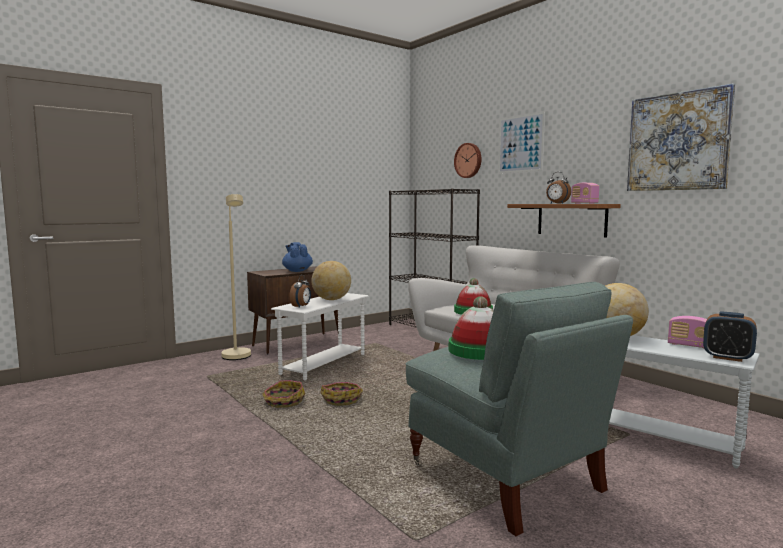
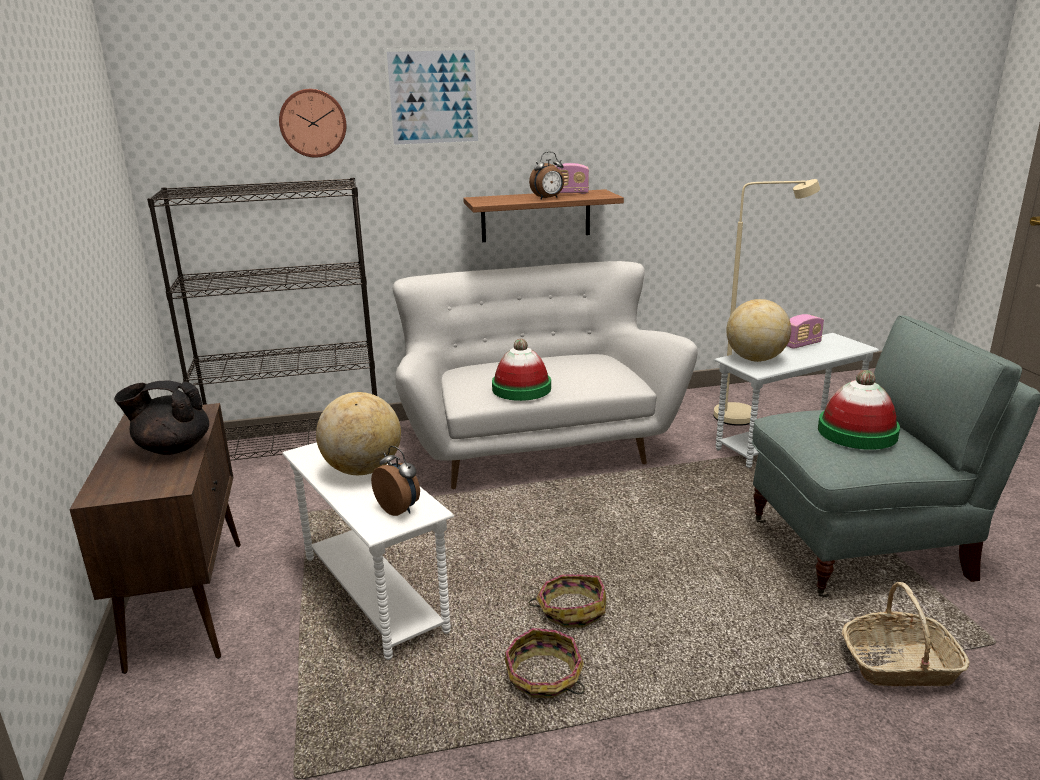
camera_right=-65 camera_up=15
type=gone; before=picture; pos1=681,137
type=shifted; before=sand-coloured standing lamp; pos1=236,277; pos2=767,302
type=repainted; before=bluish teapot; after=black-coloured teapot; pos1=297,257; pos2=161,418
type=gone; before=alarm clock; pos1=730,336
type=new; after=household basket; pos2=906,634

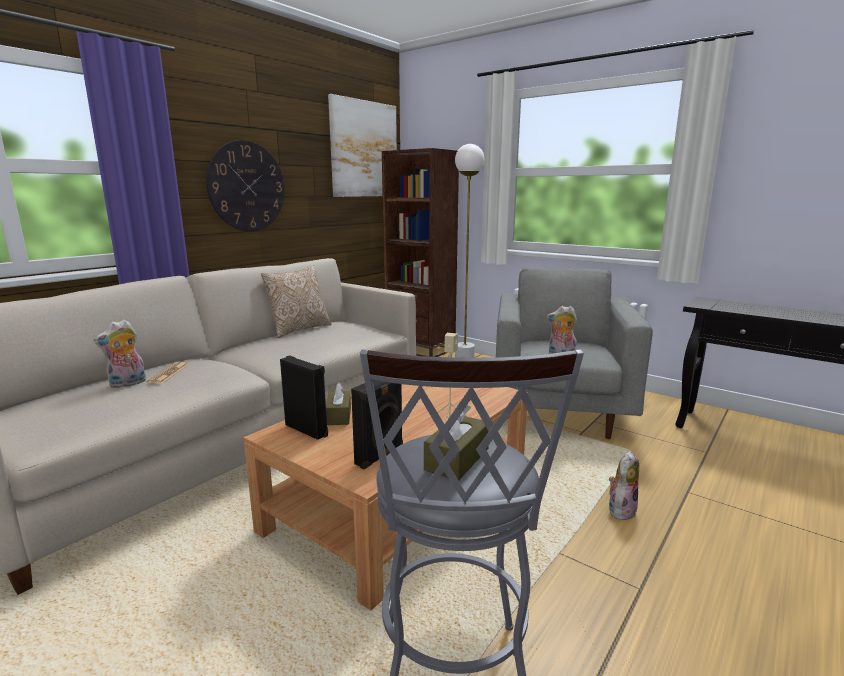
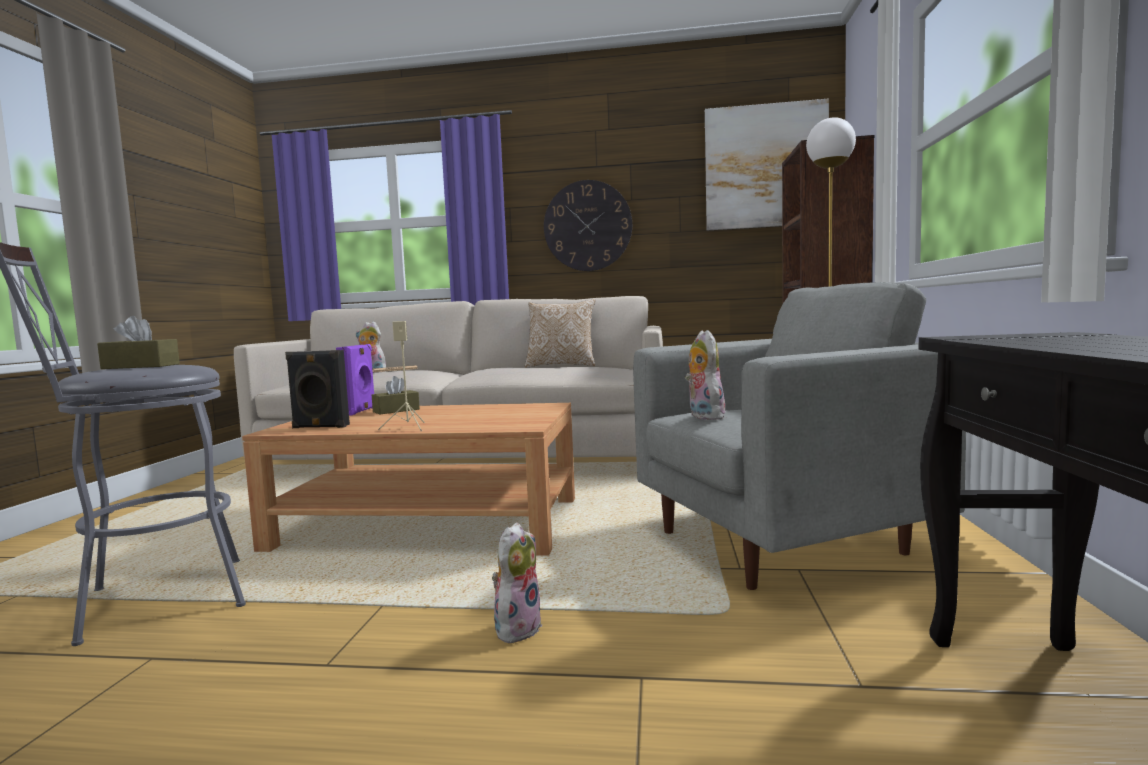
camera_right=60 camera_up=-10
type=repainted; before=black-coloured audio speaker; after=purplish audio speaker; pos1=304,397; pos2=355,379
type=rotated; before=cuddly toy; pos1=624,485; pos2=517,582; turn=-75

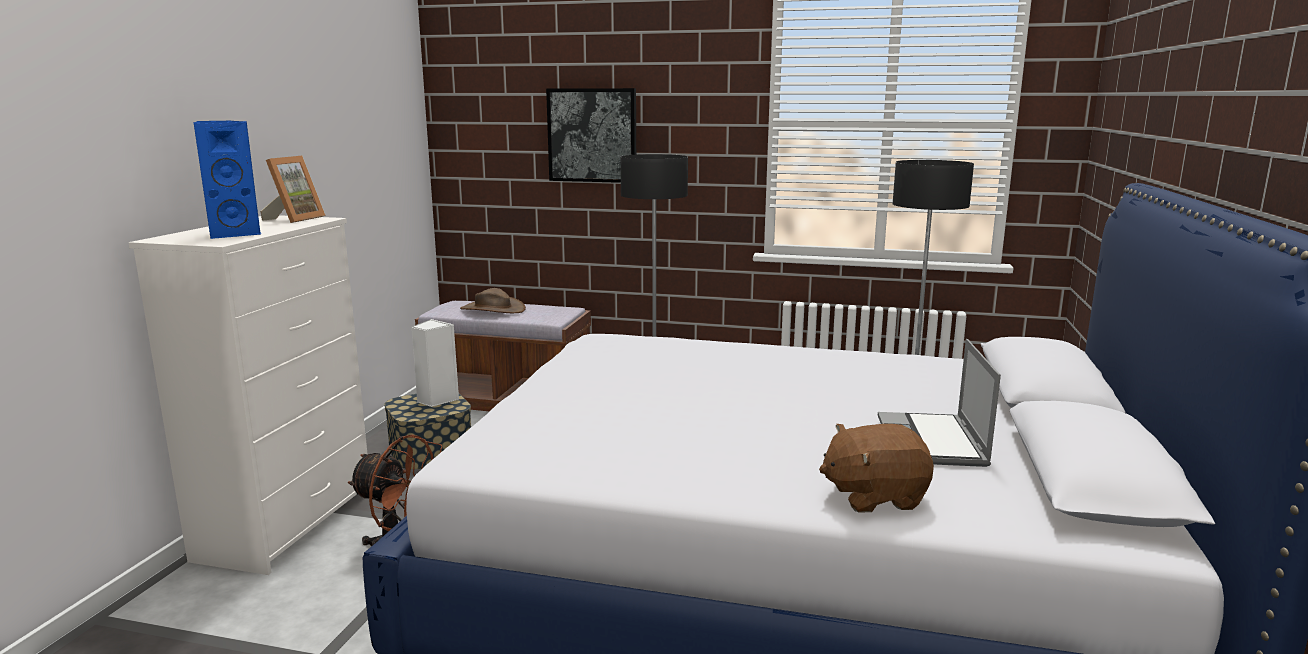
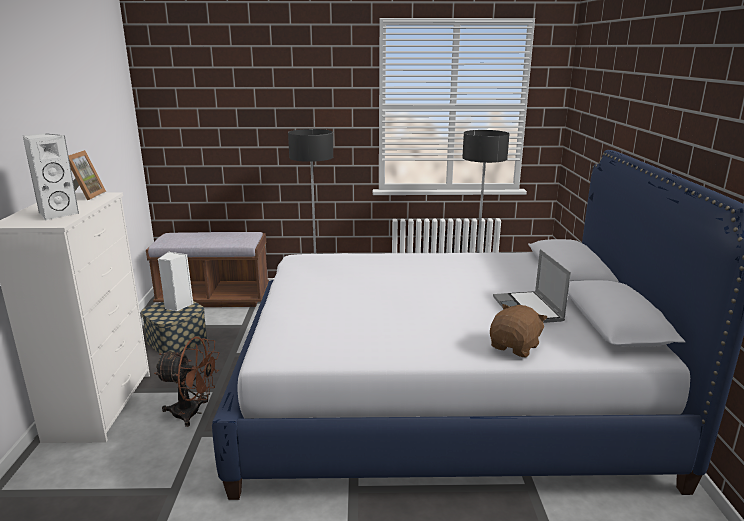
camera_right=-15 camera_up=5
type=gone; before=picture; pos1=591,135
type=repainted; before=bluish audio speaker; after=white audio speaker; pos1=227,180; pos2=51,176
type=gone; before=brown-coloured wearable hat; pos1=493,300
type=rotated; before=brown-coloured cuddly toy; pos1=876,468; pos2=518,331; turn=150

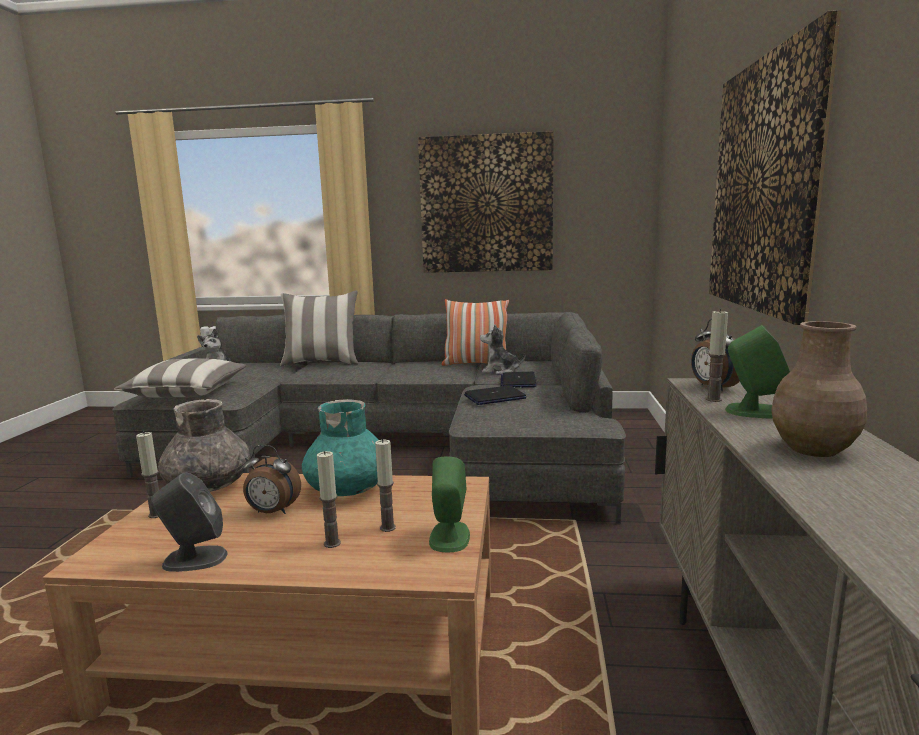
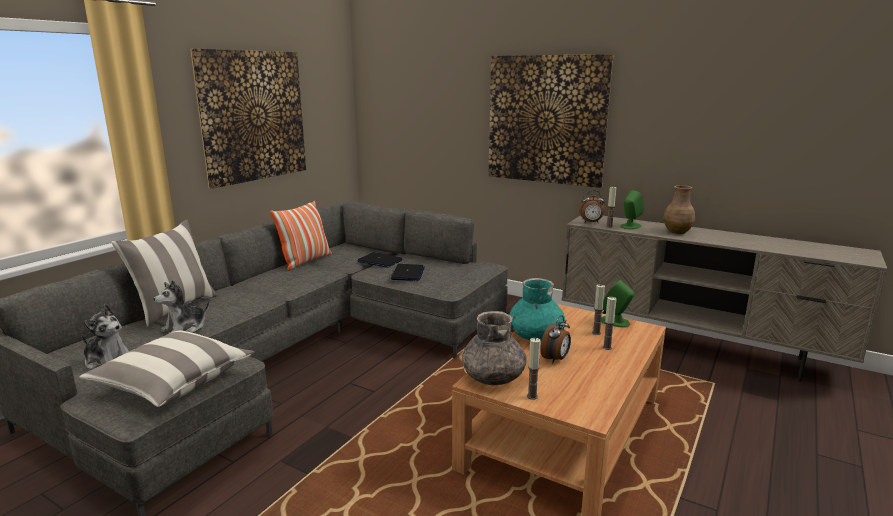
camera_right=-65 camera_up=5
type=shifted; before=cuddly toy; pos1=503,349; pos2=181,306
type=gone; before=greyish audio speaker; pos1=189,522

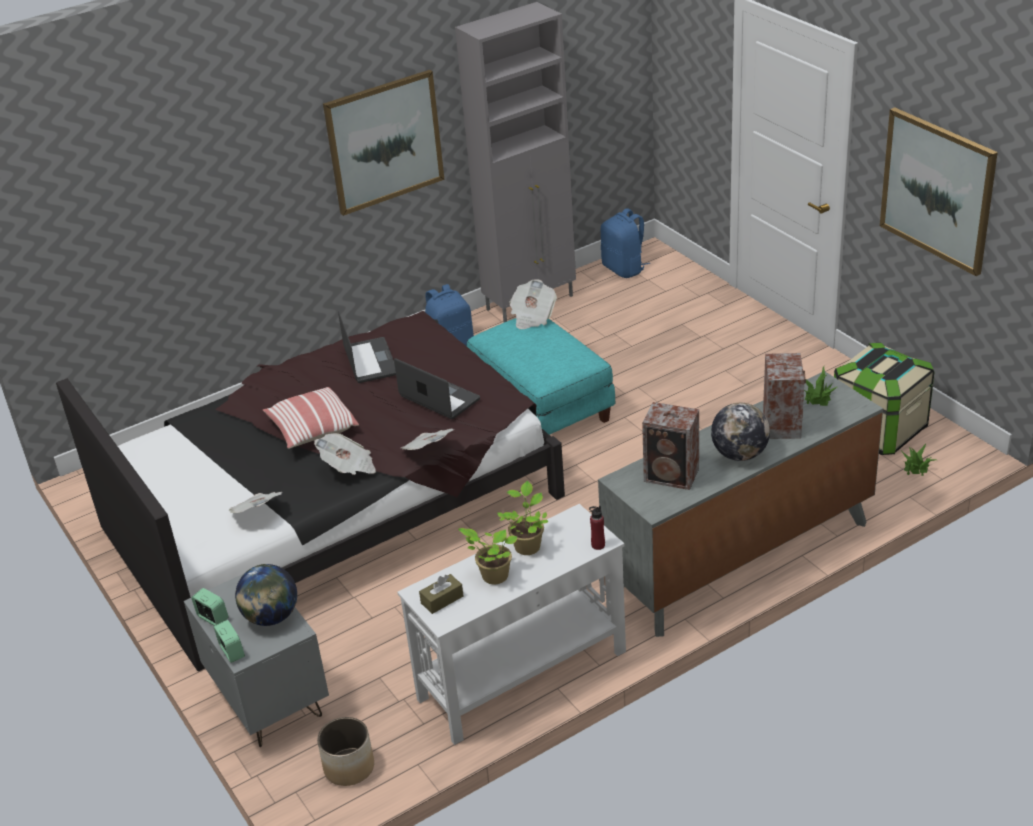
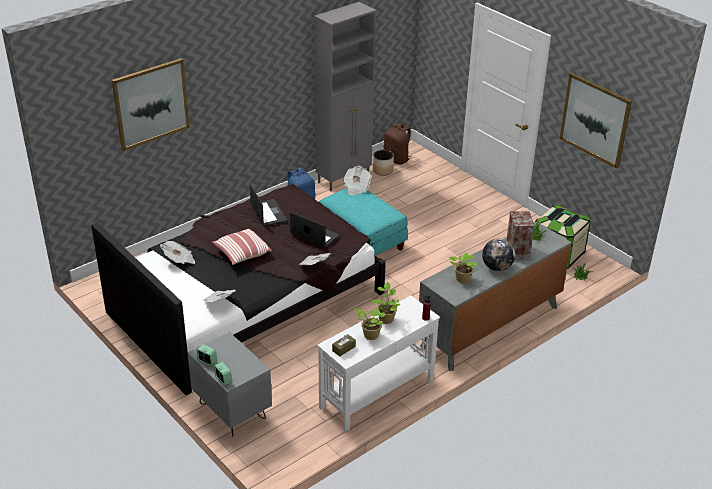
camera_right=-10 camera_up=0
type=shifted; before=picture; pos1=384,143; pos2=151,104
type=repainted; before=bluish backpack; after=brown-coloured backpack; pos1=625,243; pos2=397,144
type=swapped; before=audio speaker; after=potted plant; pos1=670,446; pos2=463,268
type=shifted; before=newspaper; pos1=345,454; pos2=177,252
type=gone; before=world globe; pos1=266,595
type=shifted; before=plant pot; pos1=345,751; pos2=383,163

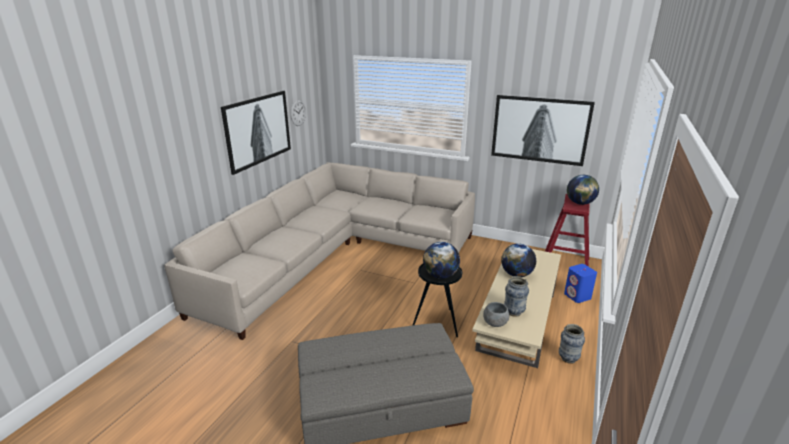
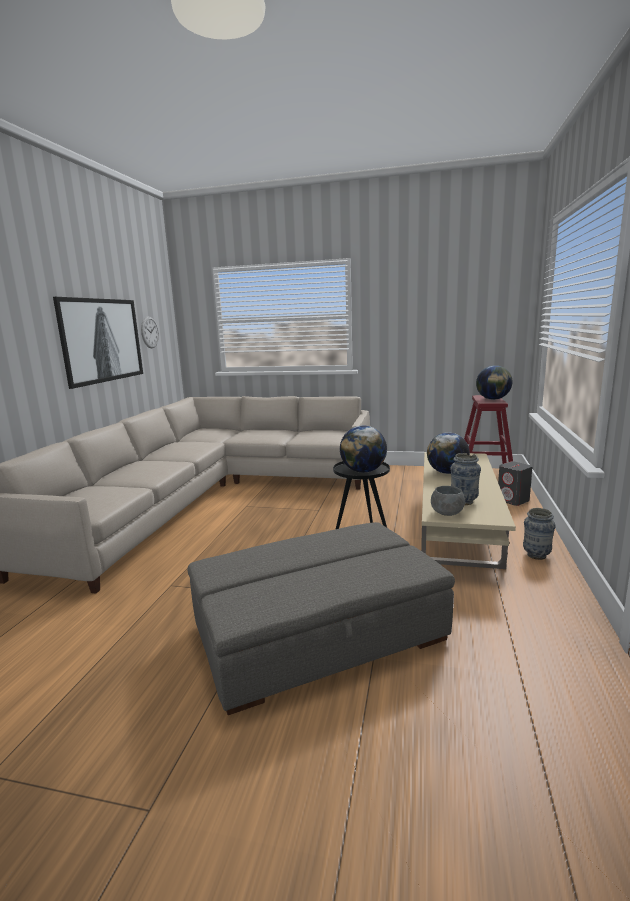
camera_right=-10 camera_up=-10
type=gone; before=picture; pos1=543,130
type=repainted; before=bluish audio speaker; after=greyish audio speaker; pos1=580,283; pos2=515,483

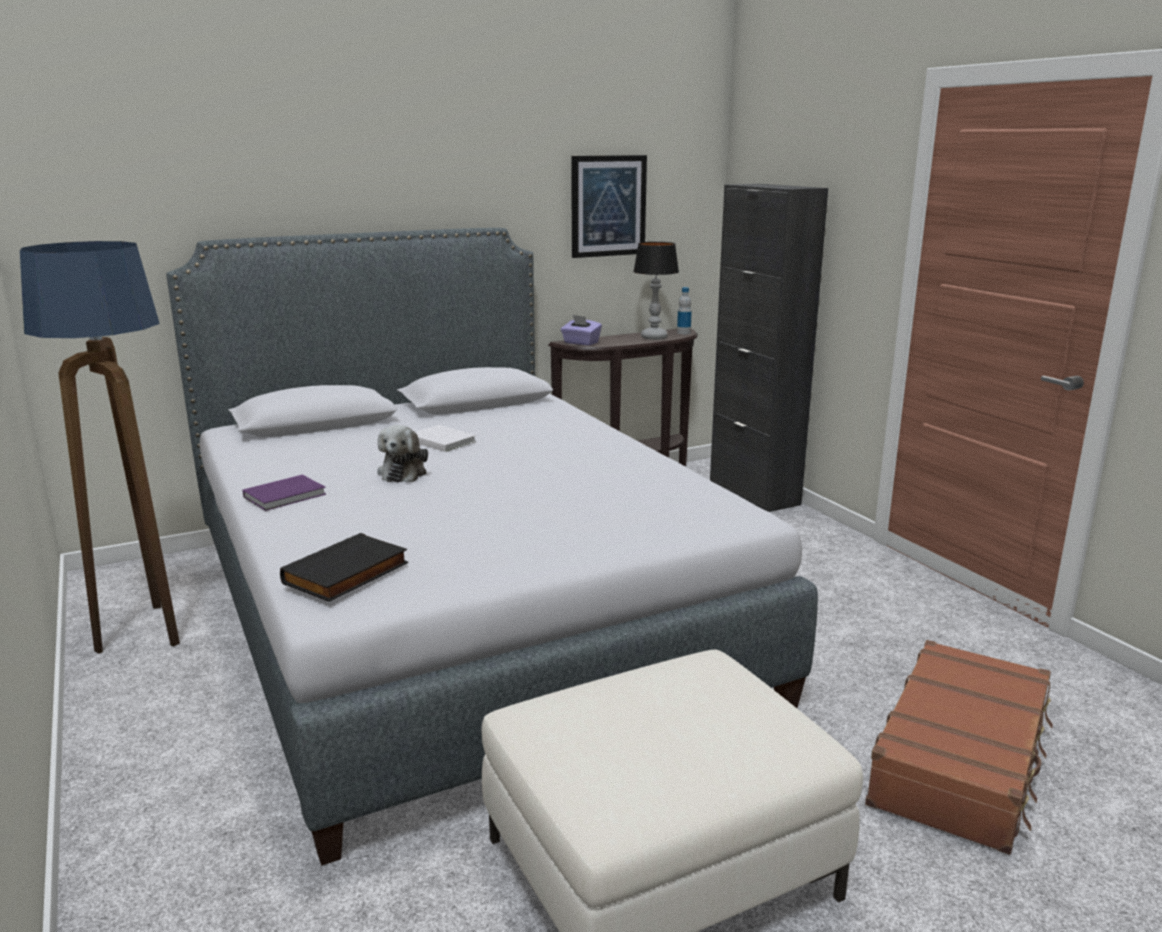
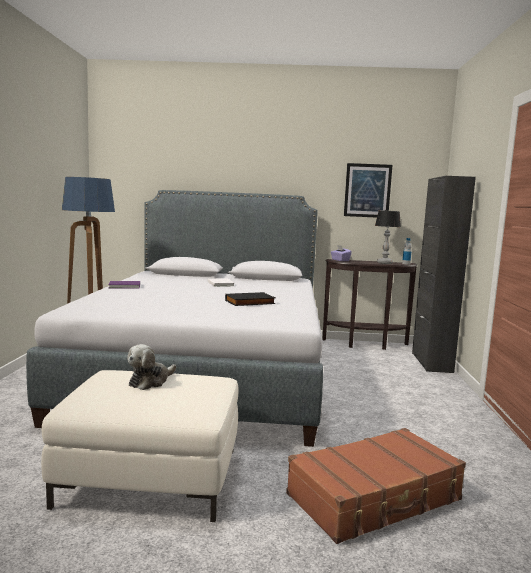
camera_right=30 camera_up=-10
type=shifted; before=cuddly toy; pos1=402,453; pos2=151,367
type=shifted; before=black-coloured bound book; pos1=344,567; pos2=250,299

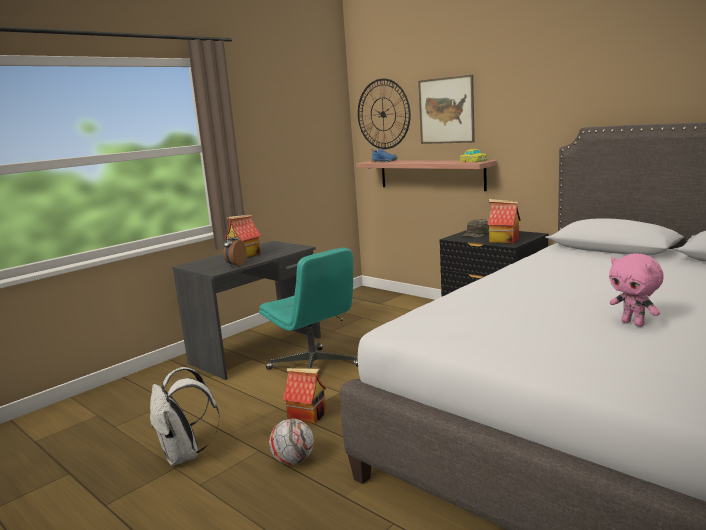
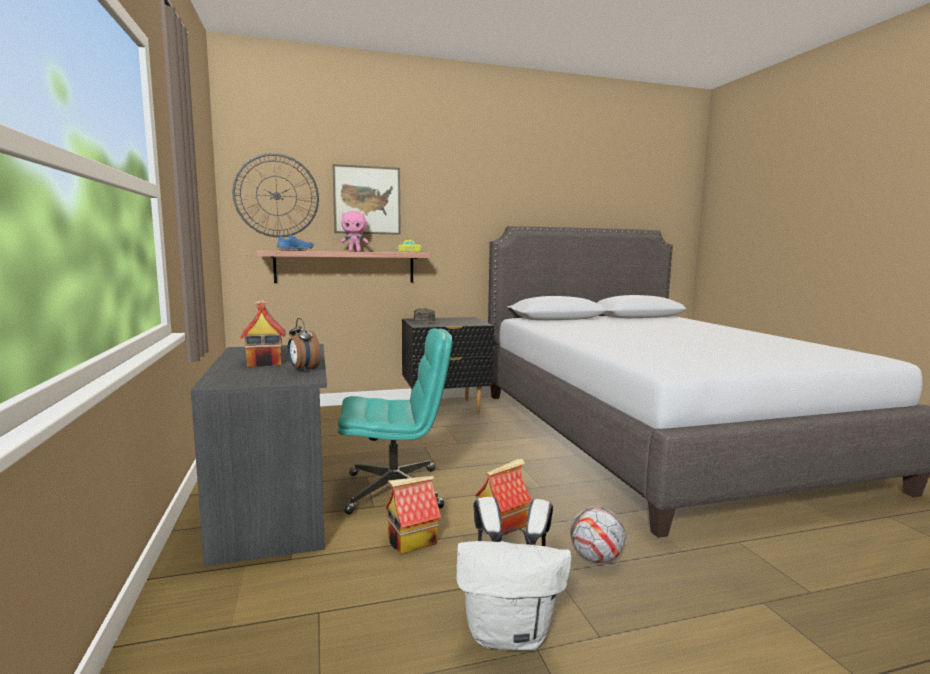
camera_right=-60 camera_up=-5
type=shifted; before=miniature house; pos1=504,221; pos2=413,515
type=shifted; before=pink cuddly toy; pos1=636,290; pos2=354,231

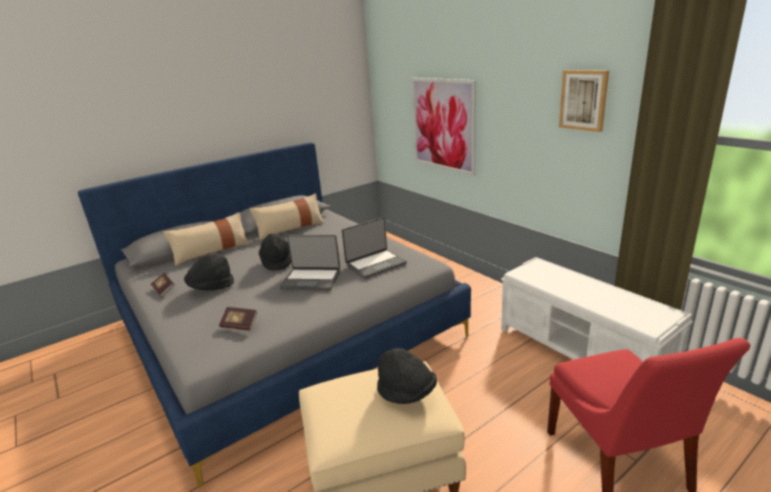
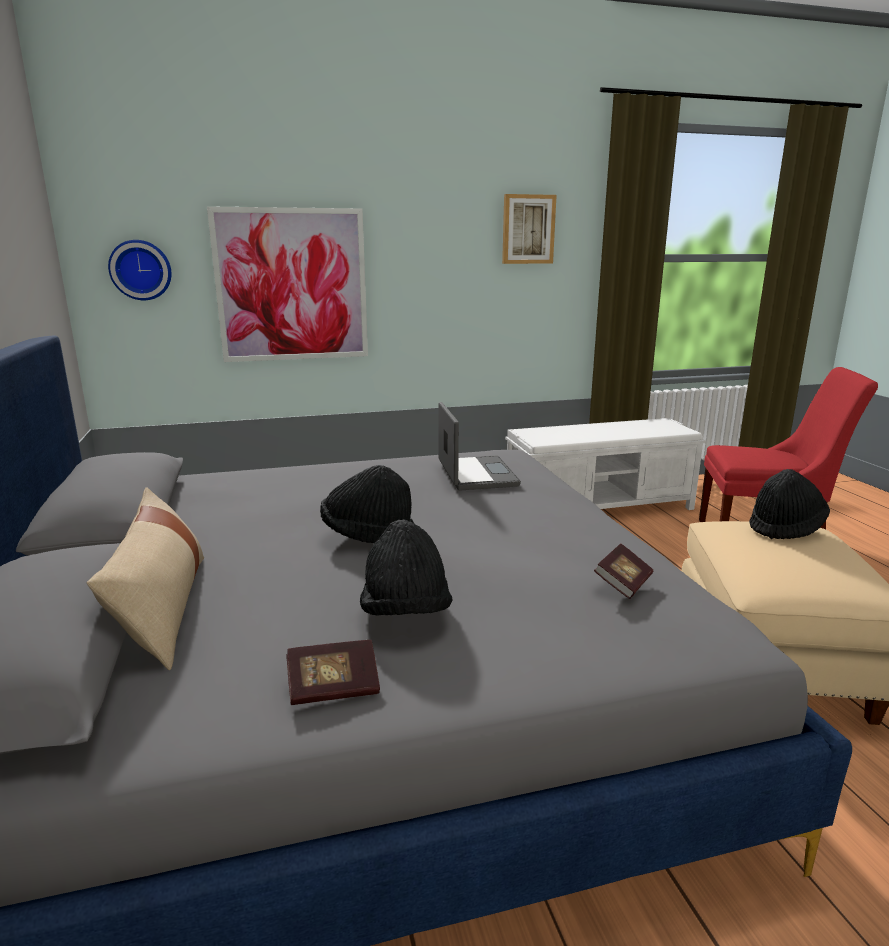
camera_right=-70 camera_up=-5
type=gone; before=sand-coloured pillow; pos1=287,216
type=gone; before=notebook computer; pos1=310,262
type=new; after=hanging clock; pos2=139,270

